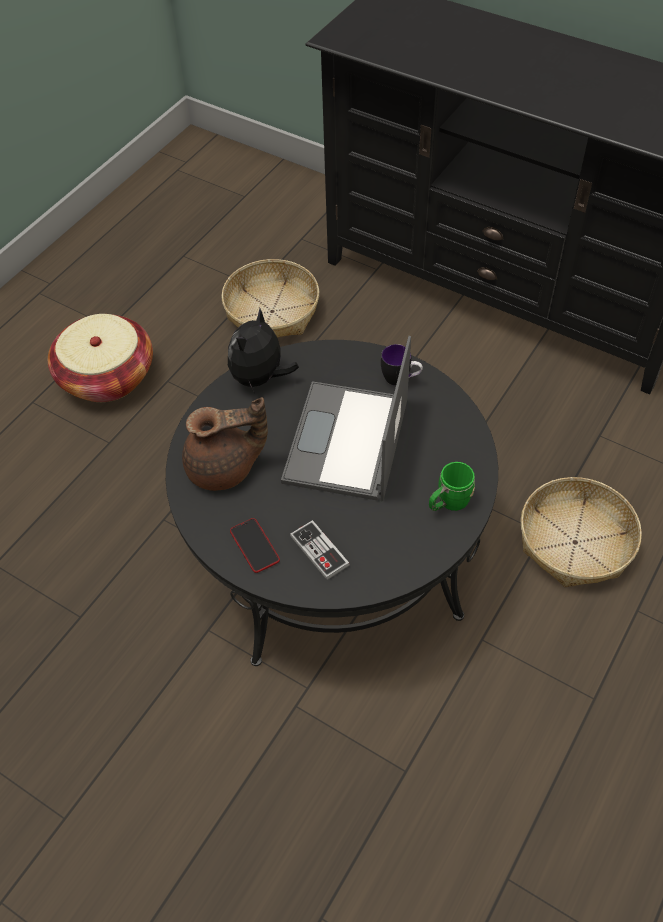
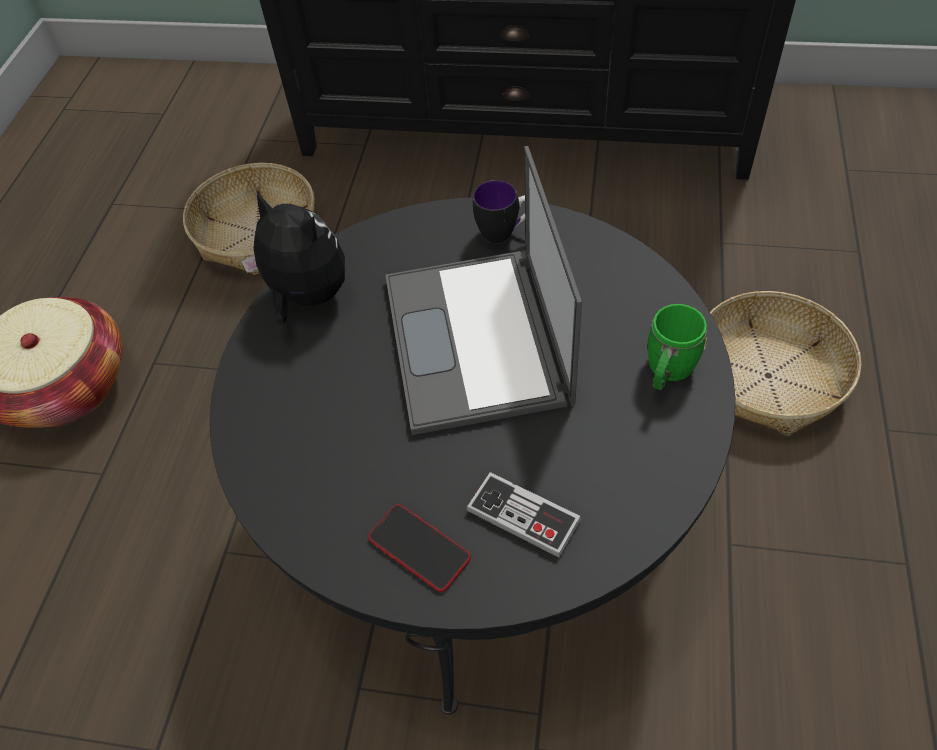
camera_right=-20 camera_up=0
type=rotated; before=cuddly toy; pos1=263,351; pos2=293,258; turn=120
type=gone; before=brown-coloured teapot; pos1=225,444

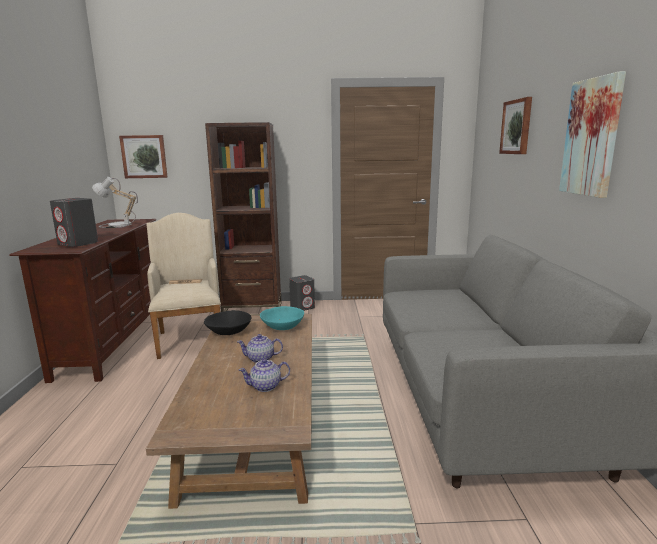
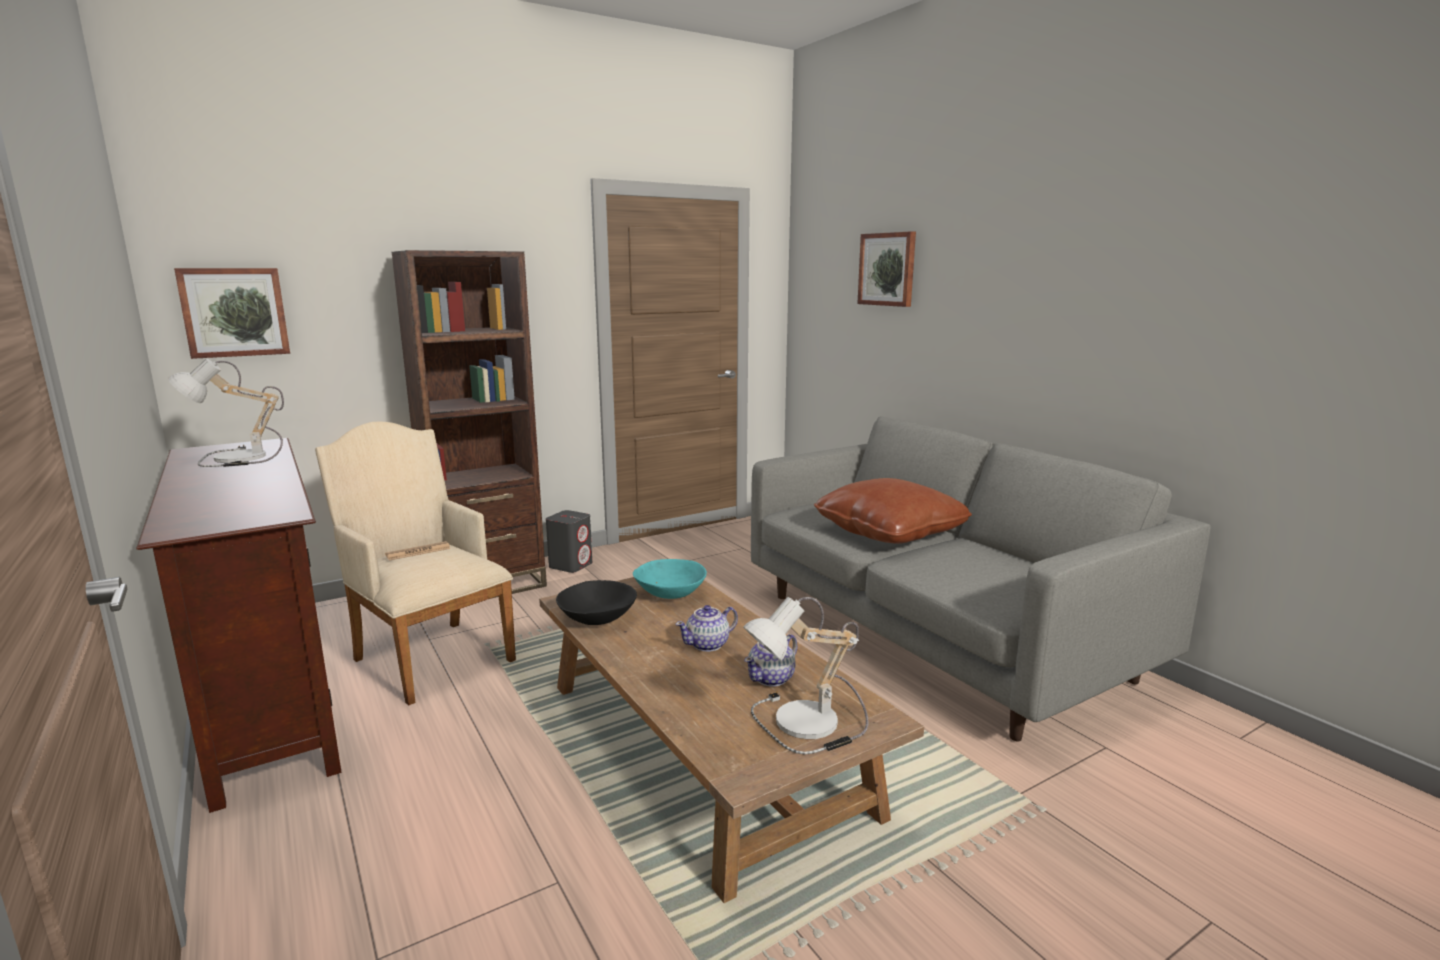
camera_right=-30 camera_up=0
type=gone; before=picture; pos1=592,134
type=gone; before=greyish audio speaker; pos1=74,222
type=new; after=brown-coloured pillow; pos2=893,511
type=new; after=lamp for a table; pos2=805,676

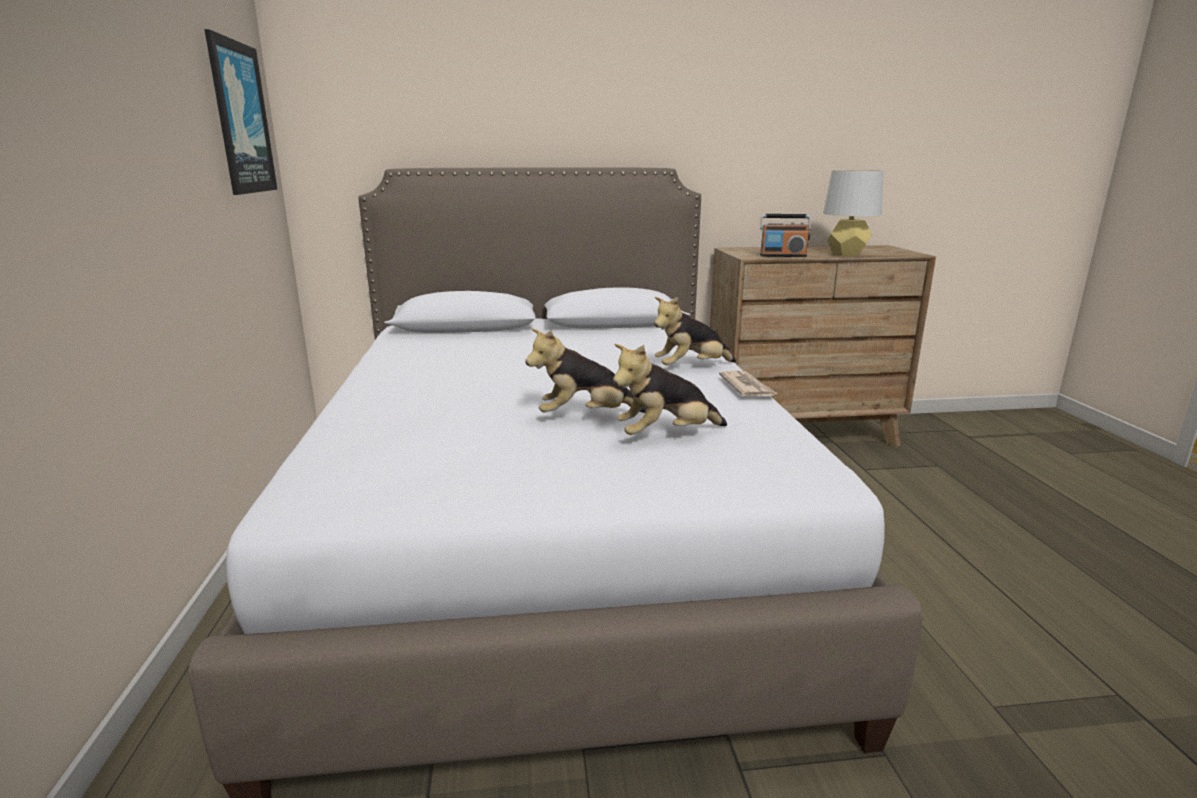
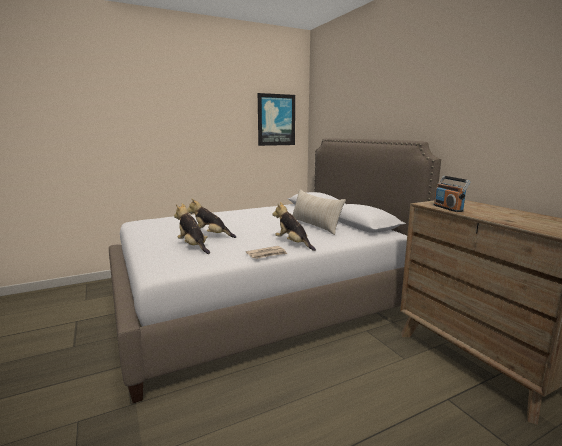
camera_right=70 camera_up=-5
type=gone; before=greyish lamp for a table; pos1=853,213
type=rotated; before=cuddly toy; pos1=586,370; pos2=211,218; turn=-45
type=new; after=sand-coloured pillow; pos2=319,212

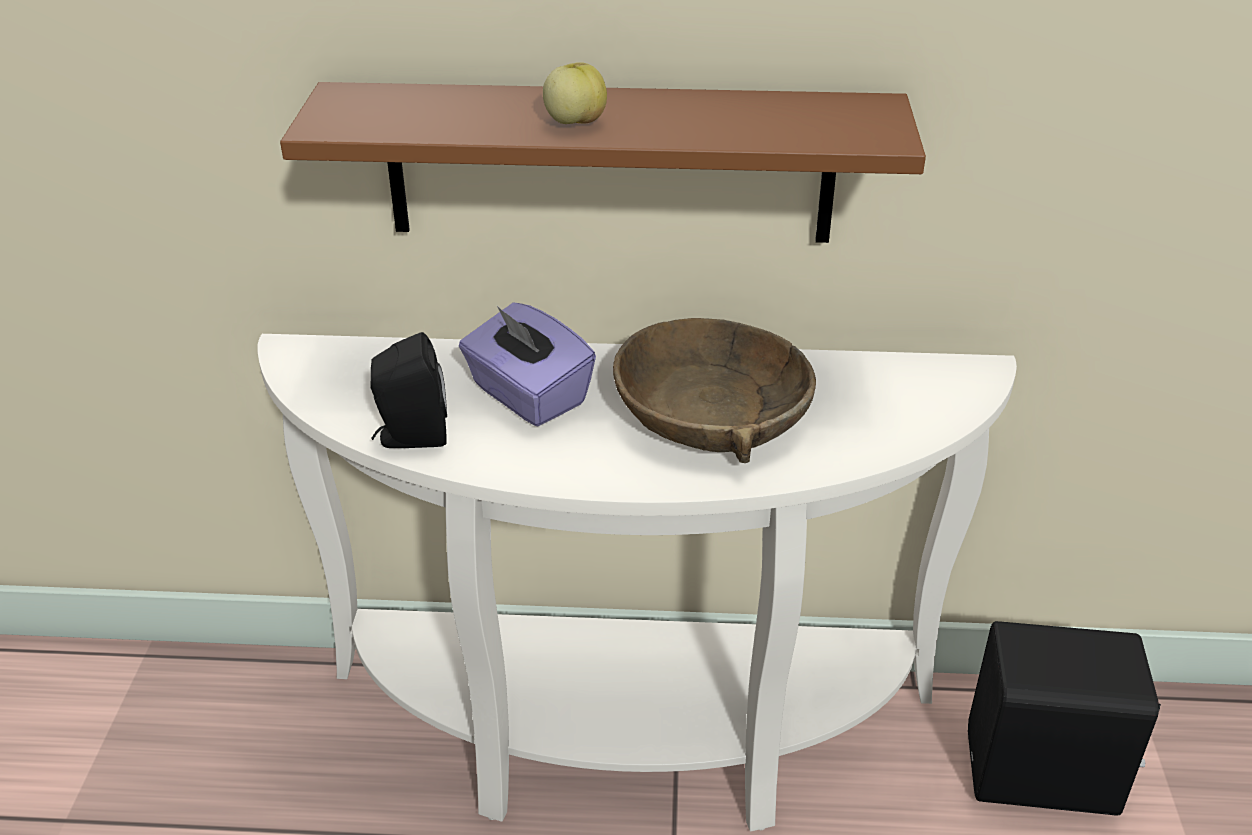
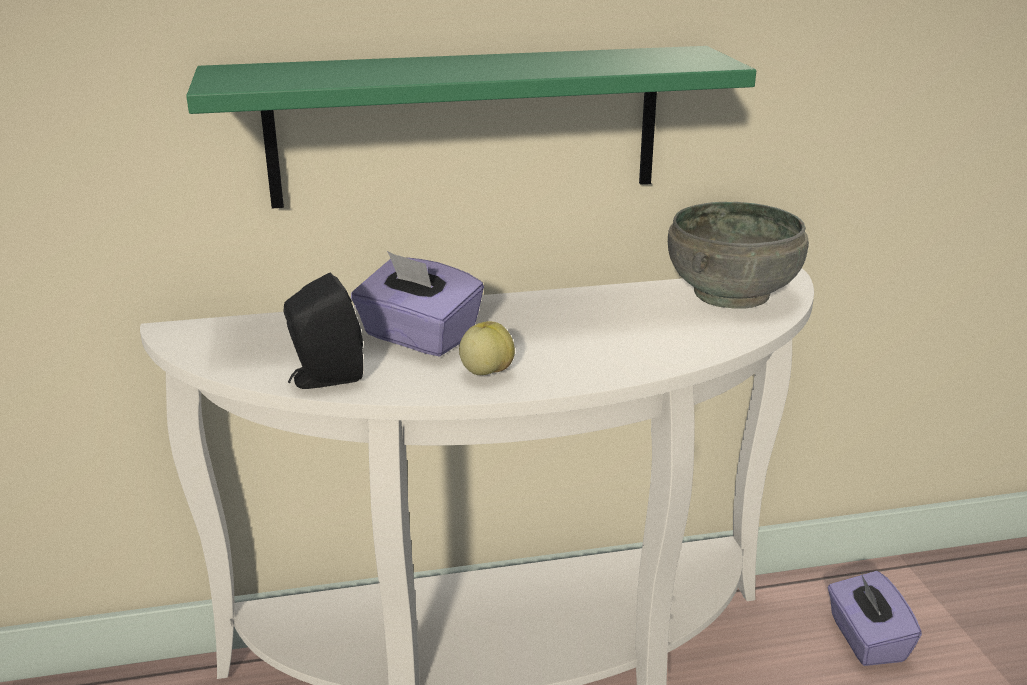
camera_right=-15 camera_up=-10
type=shifted; before=apple fruit; pos1=575,93; pos2=487,348
type=repainted; before=brown-coloured wall shelf; after=greenish wall shelf; pos1=603,162; pos2=471,127
type=gone; before=brown-coloured deep dish; pos1=714,390
type=swapped; before=black-coloured audio speaker; after=purplish box of tissues; pos1=1064,718; pos2=875,618
type=new; after=greyish deep dish; pos2=738,255

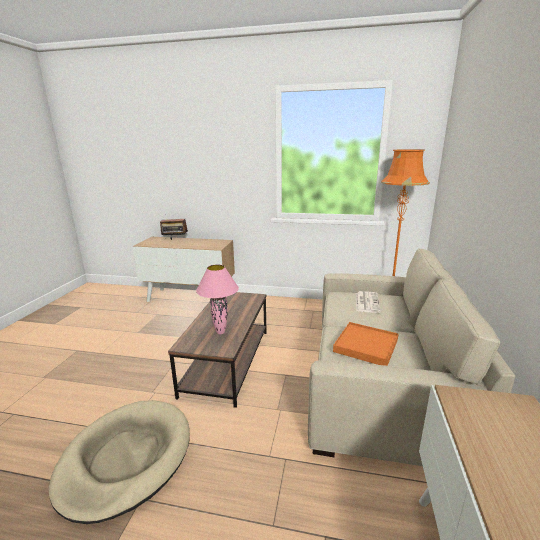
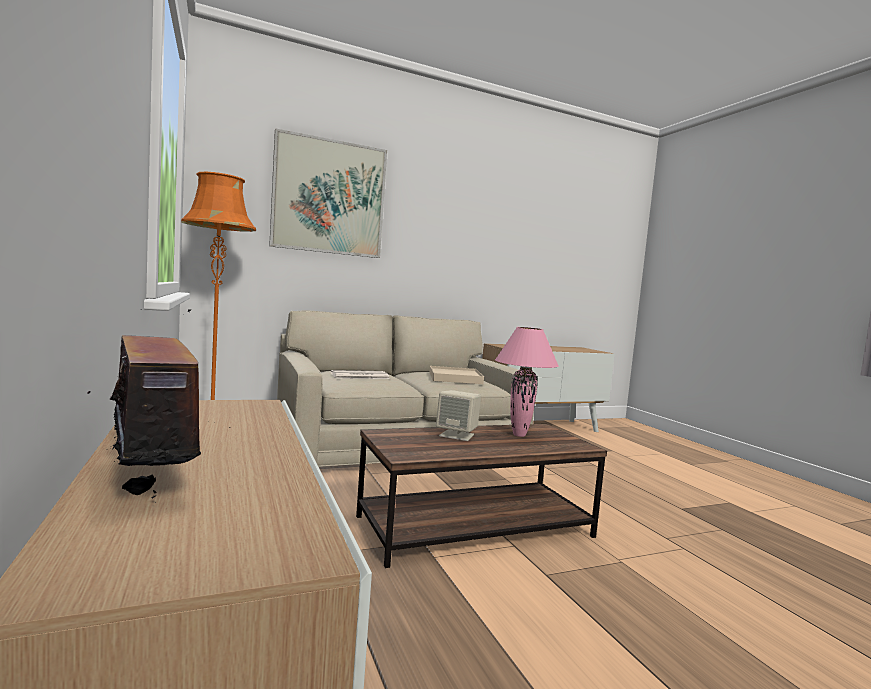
camera_right=-125 camera_up=-15
type=repainted; before=orange-coloured serving tray; after=sand-coloured serving tray; pos1=365,344; pos2=456,375
type=gone; before=sand-coloured pet bed; pos1=119,462
type=new; after=picture; pos2=328,193
type=new; after=sand-coloured audio speaker; pos2=458,415

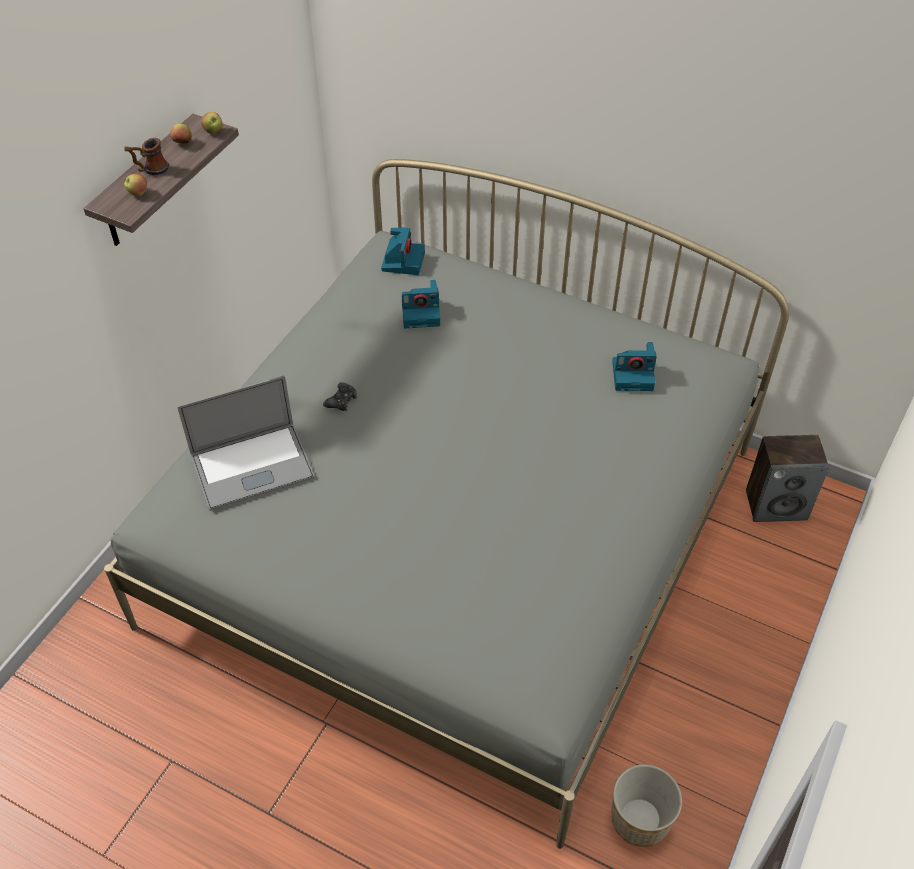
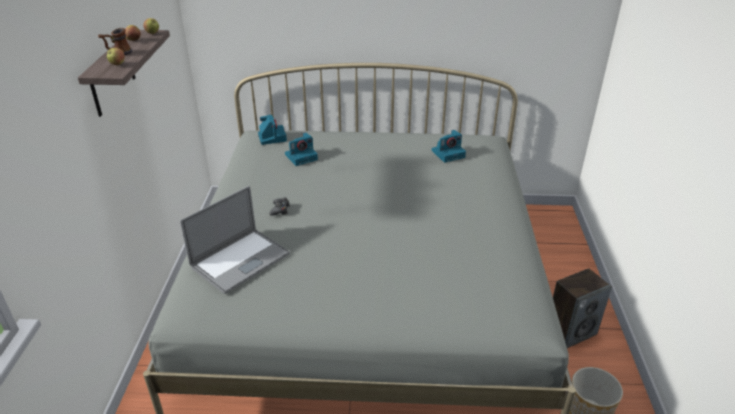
camera_right=-25 camera_up=-15
type=shifted; before=audio speaker; pos1=788,478; pos2=582,308

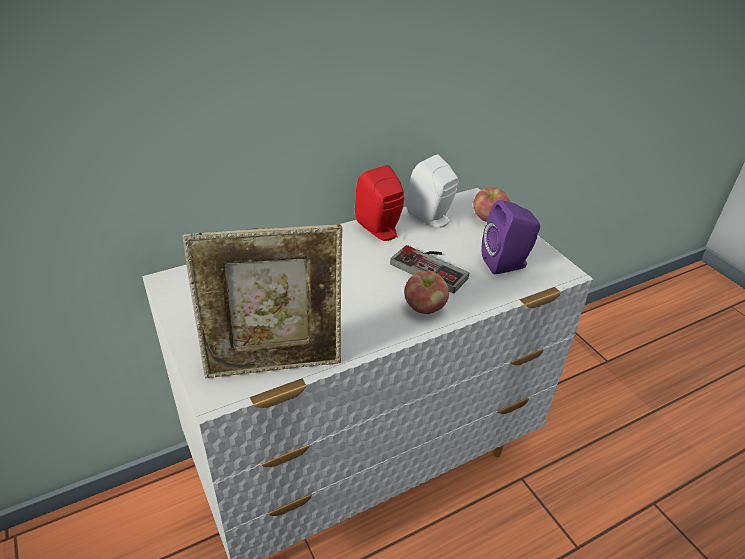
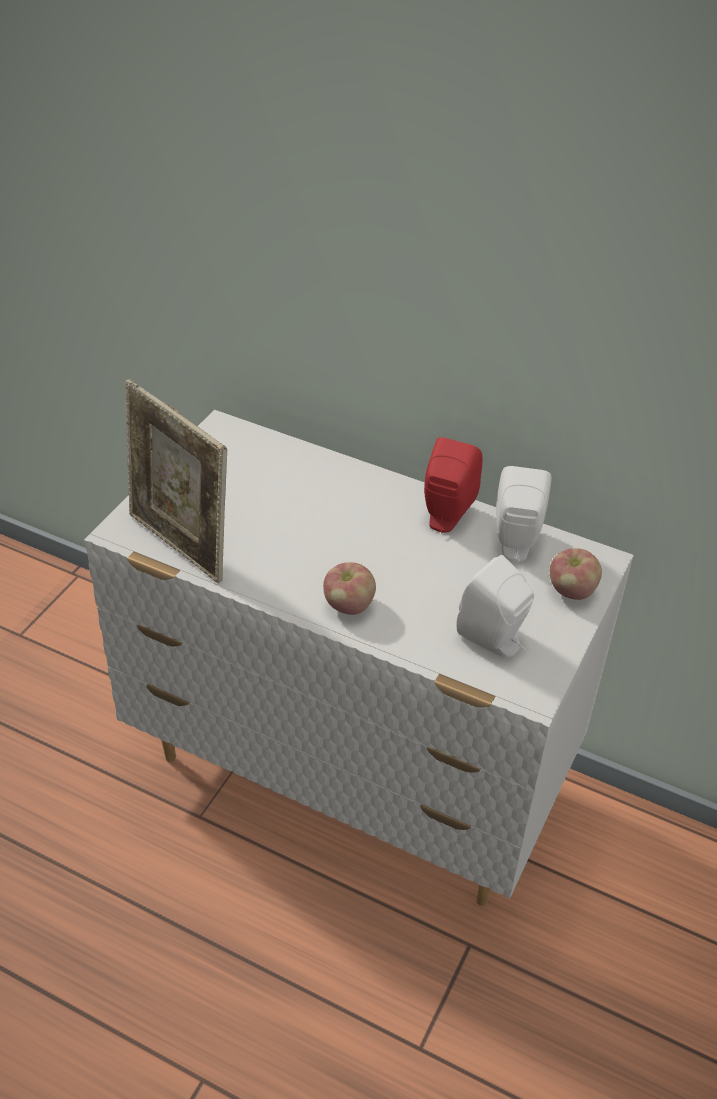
camera_right=55 camera_up=5
type=repainted; before=purplish audio speaker; after=white audio speaker; pos1=510,237; pos2=495,606
type=gone; before=game controller; pos1=429,269

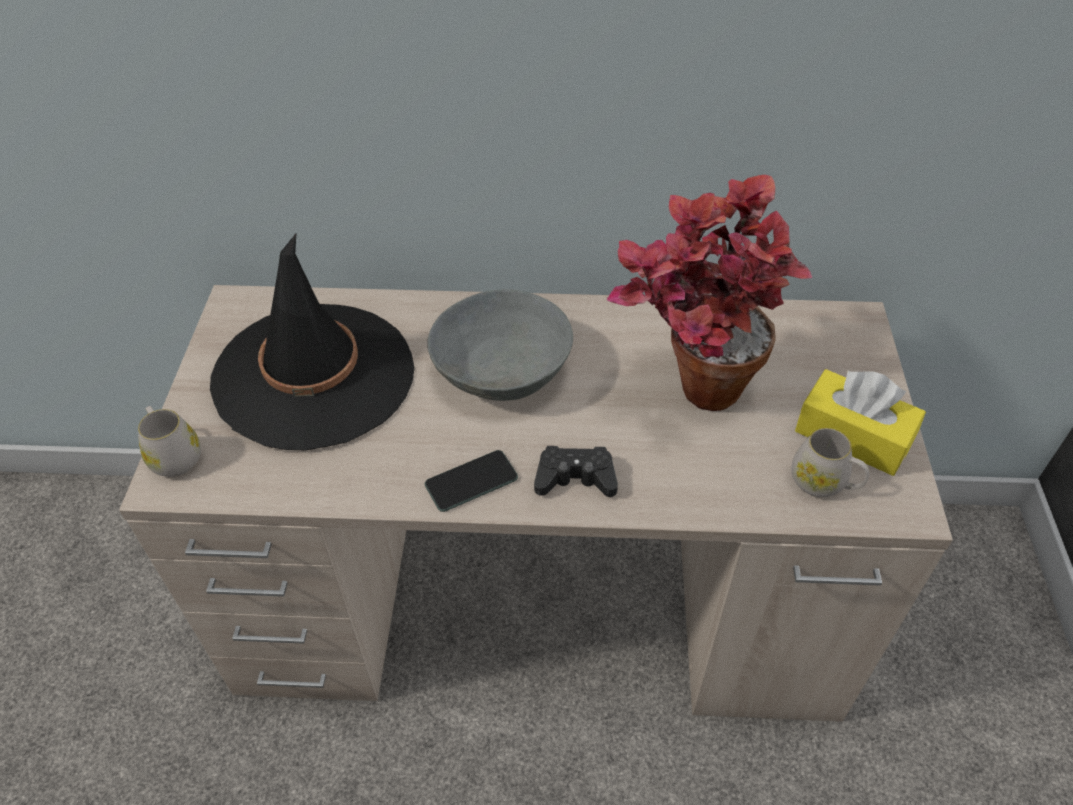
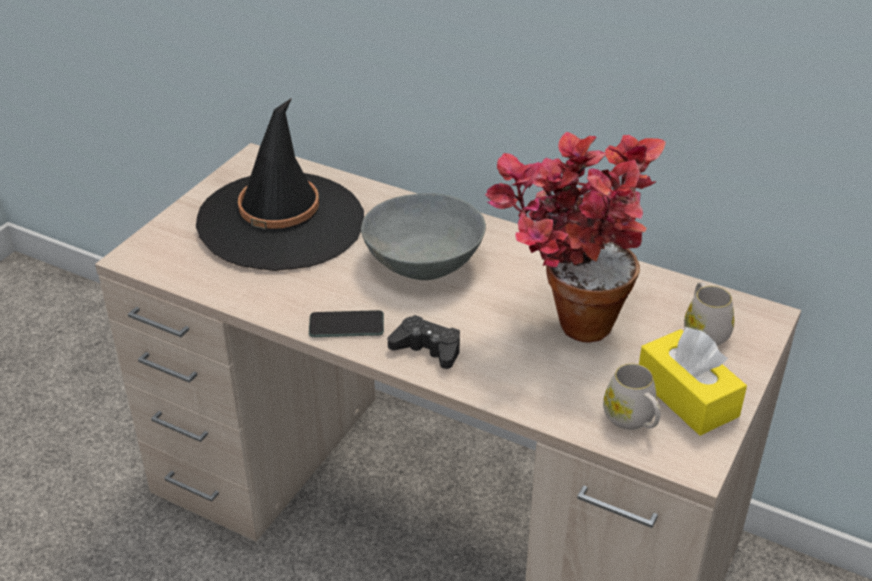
camera_right=25 camera_up=-10
type=shifted; before=white mug; pos1=169,441; pos2=709,314

